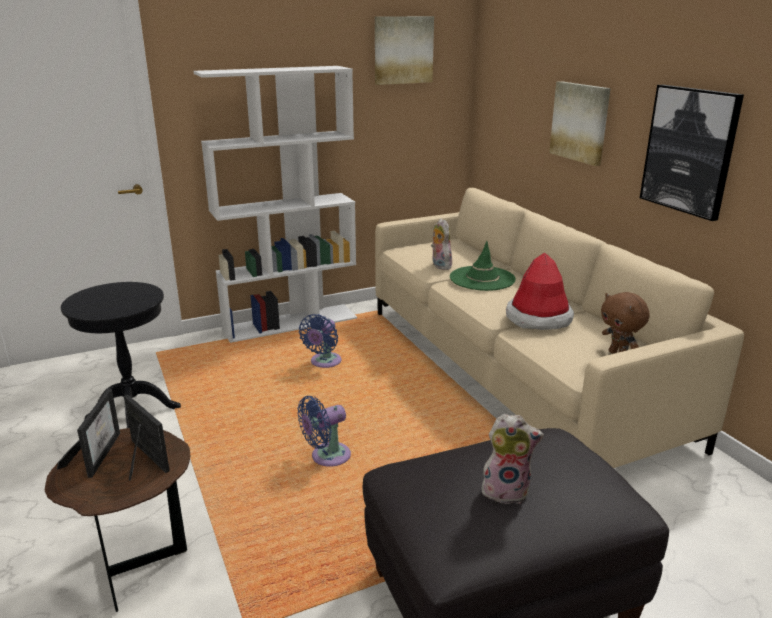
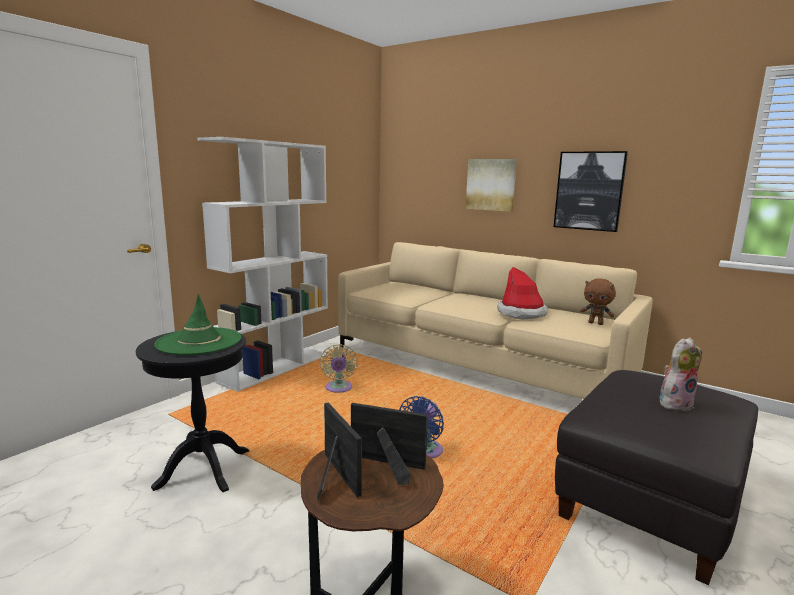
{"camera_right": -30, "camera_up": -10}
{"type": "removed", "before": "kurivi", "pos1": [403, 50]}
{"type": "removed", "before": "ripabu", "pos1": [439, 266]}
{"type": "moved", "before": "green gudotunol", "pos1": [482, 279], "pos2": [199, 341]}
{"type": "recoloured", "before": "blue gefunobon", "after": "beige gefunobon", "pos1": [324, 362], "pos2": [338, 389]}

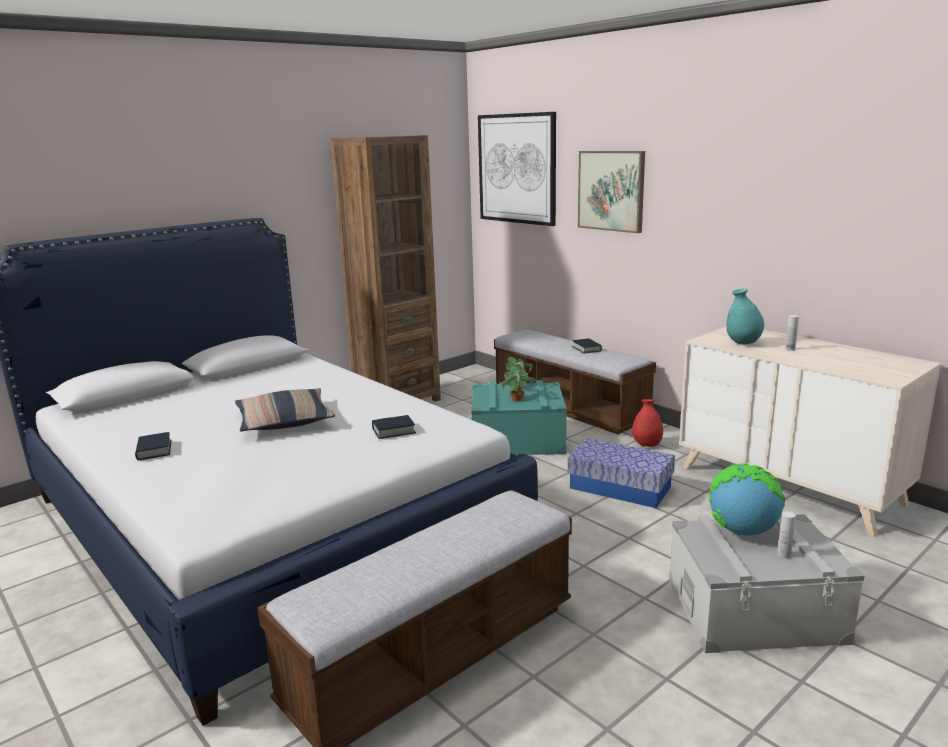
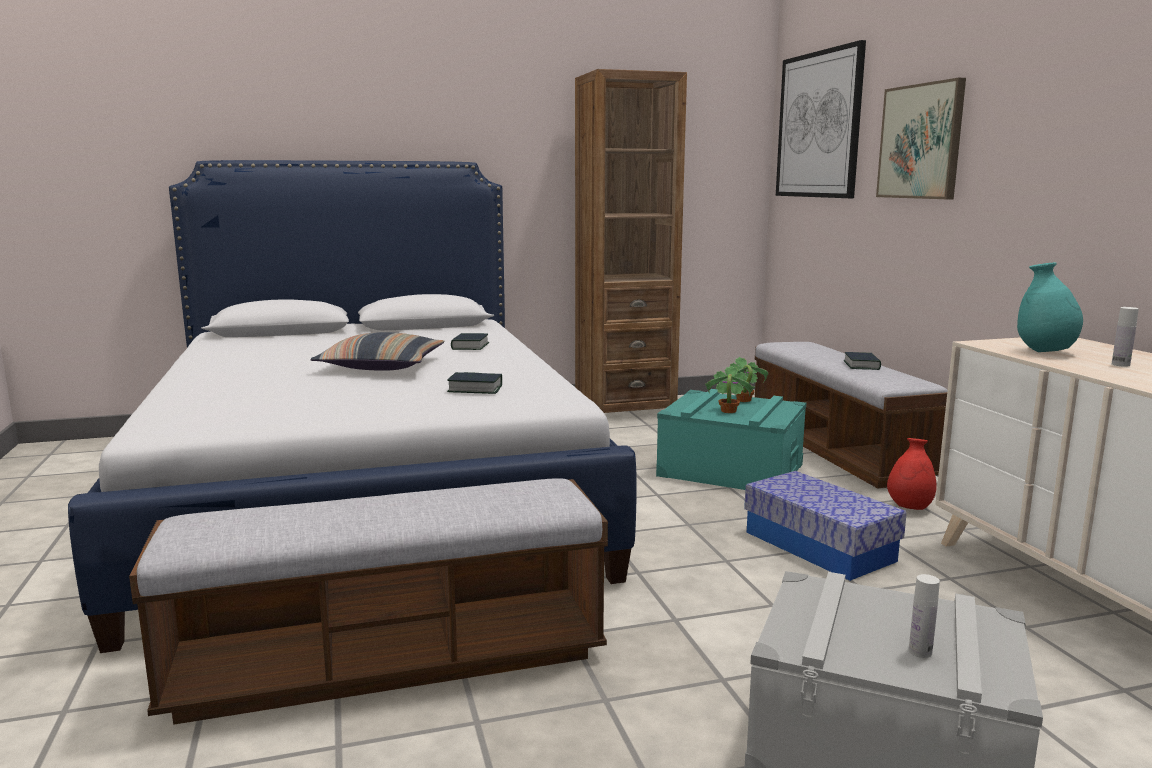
{"camera_right": 25, "camera_up": -5}
{"type": "moved", "before": "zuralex", "pos1": [154, 450], "pos2": [470, 346]}
{"type": "removed", "before": "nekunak", "pos1": [742, 531]}

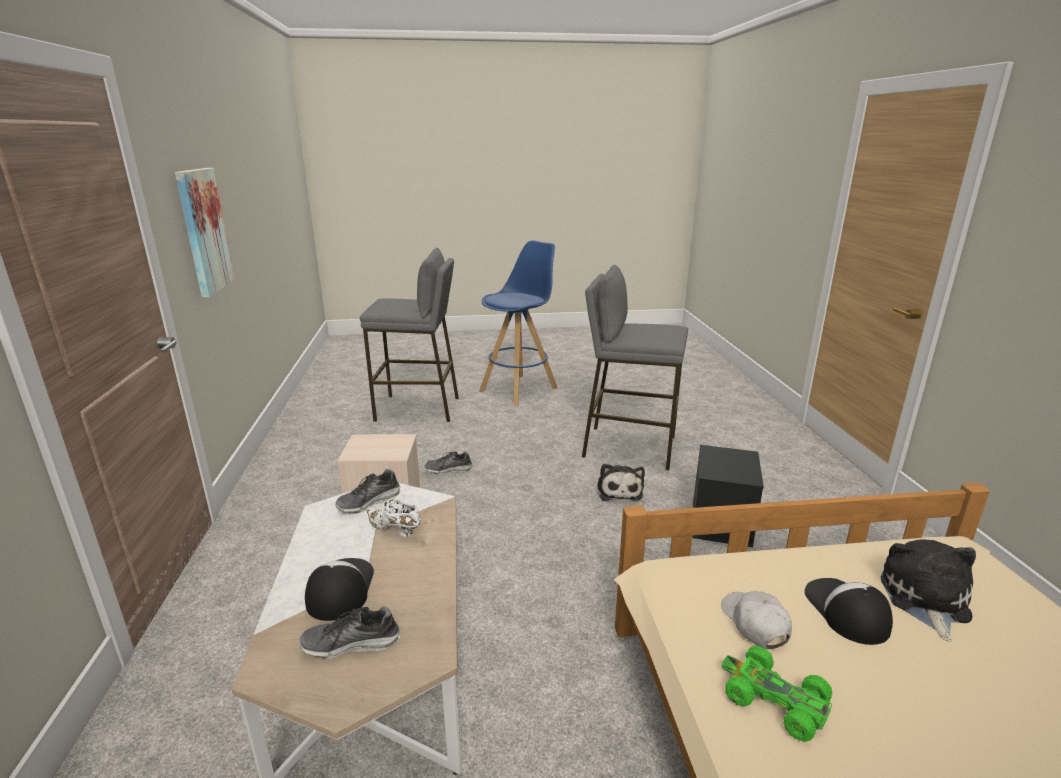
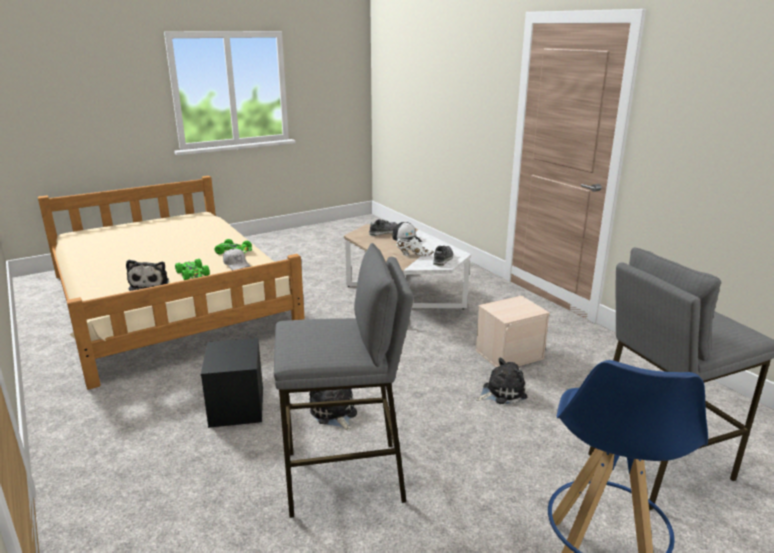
{"camera_right": 155, "camera_up": 0}
{"type": "removed", "before": "kurivi", "pos1": [204, 231]}
{"type": "replaced", "before": "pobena", "after": "ripabu", "pos1": [449, 469], "pos2": [501, 392]}
{"type": "replaced", "before": "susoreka", "after": "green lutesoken", "pos1": [845, 611], "pos2": [193, 274]}

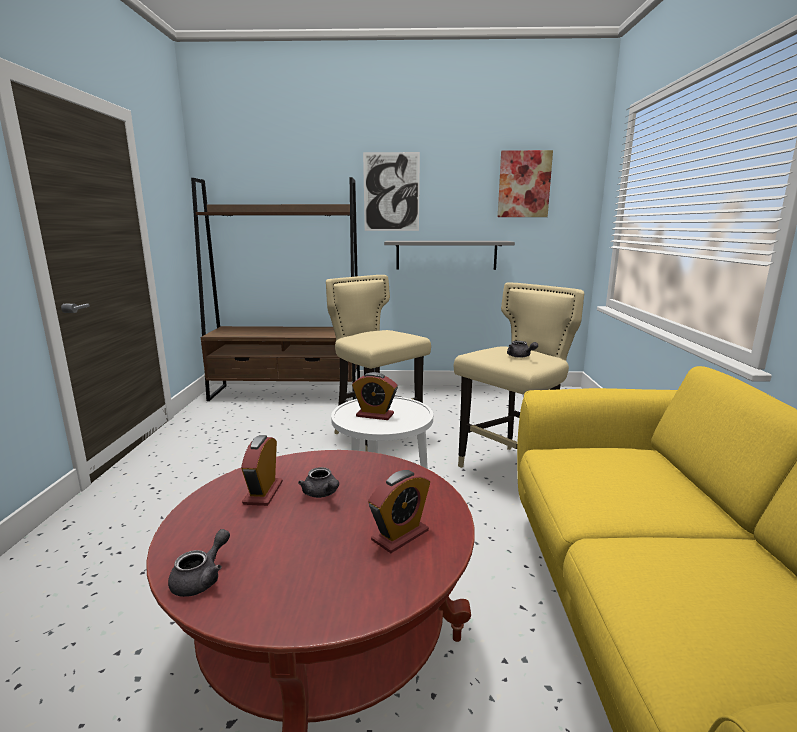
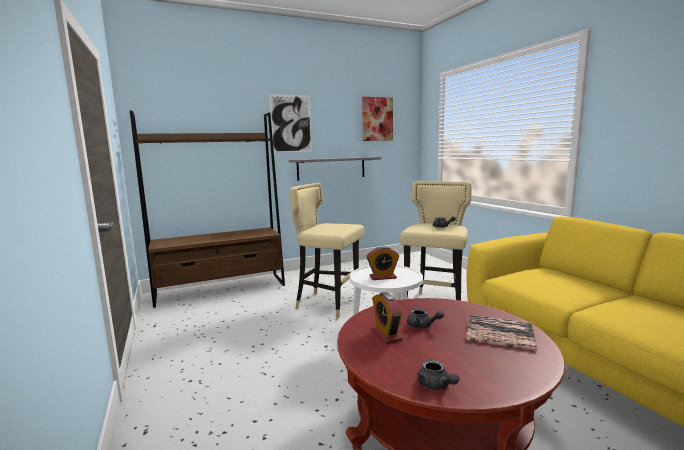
{"camera_right": -25, "camera_up": -5}
{"type": "replaced", "before": "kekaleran", "after": "zuralex", "pos1": [400, 535], "pos2": [499, 333]}
{"type": "turned", "before": "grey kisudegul", "pos1": [202, 578], "pos2": [436, 386], "turn": 150}

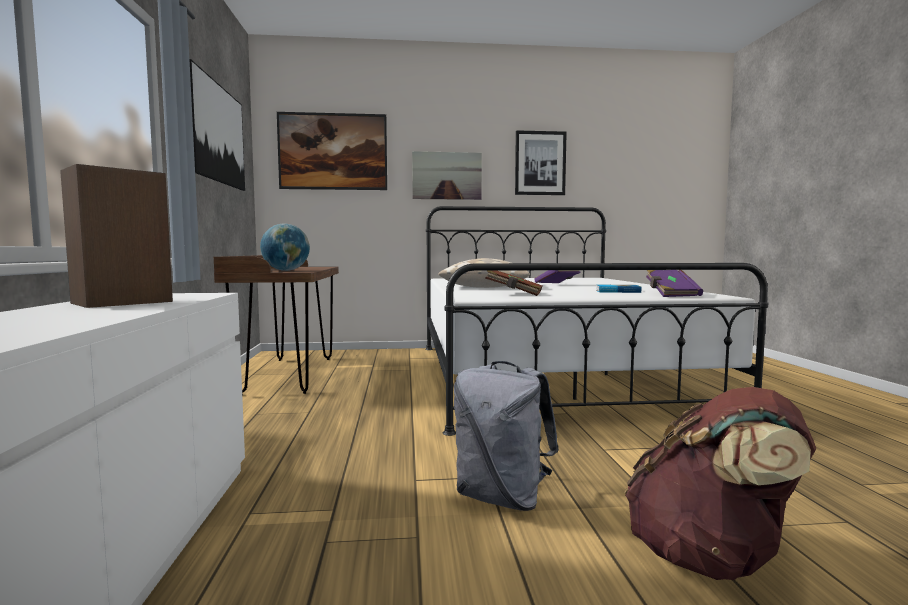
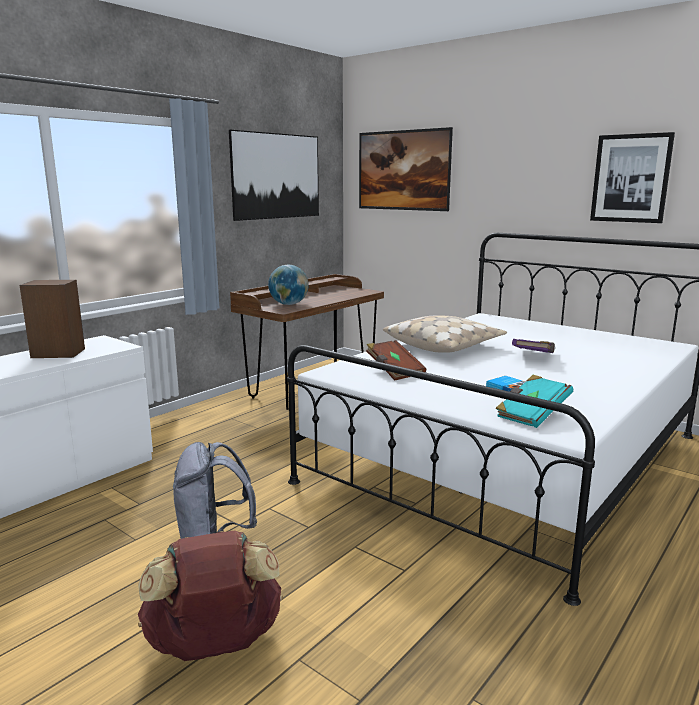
{"camera_right": 45, "camera_up": 10}
{"type": "removed", "before": "kurivi", "pos1": [447, 175]}
{"type": "recoloured", "before": "purple zuralex", "after": "turquoise zuralex", "pos1": [671, 294], "pos2": [531, 414]}

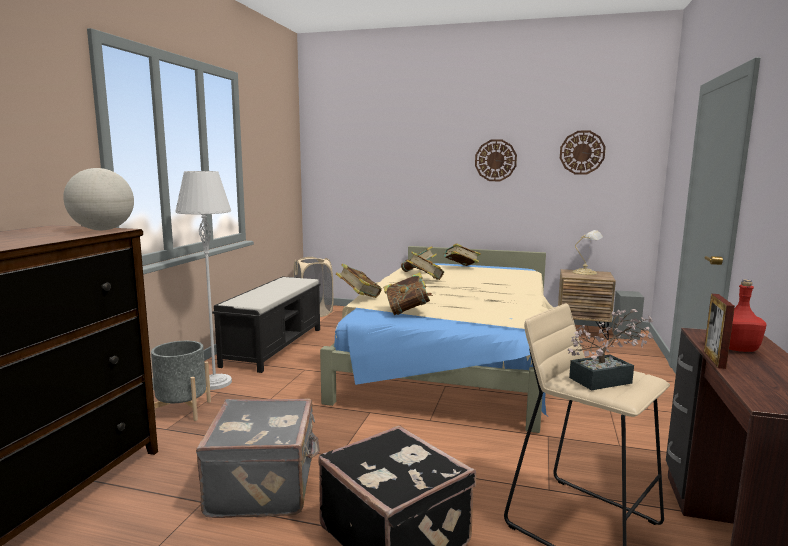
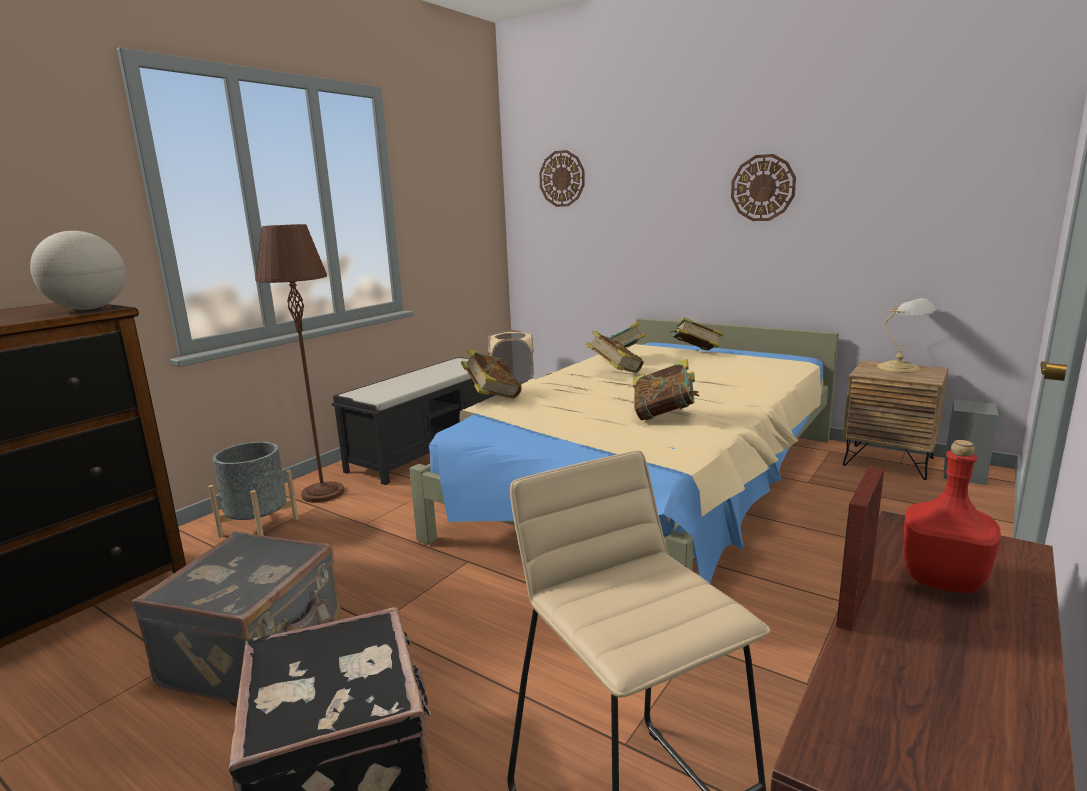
{"camera_right": 20, "camera_up": 5}
{"type": "moved", "before": "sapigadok", "pos1": [582, 152], "pos2": [562, 178]}
{"type": "recoloured", "before": "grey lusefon", "after": "brown lusefon", "pos1": [214, 383], "pos2": [323, 493]}
{"type": "moved", "before": "zuralex", "pos1": [407, 311], "pos2": [664, 416]}
{"type": "removed", "before": "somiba", "pos1": [606, 379]}

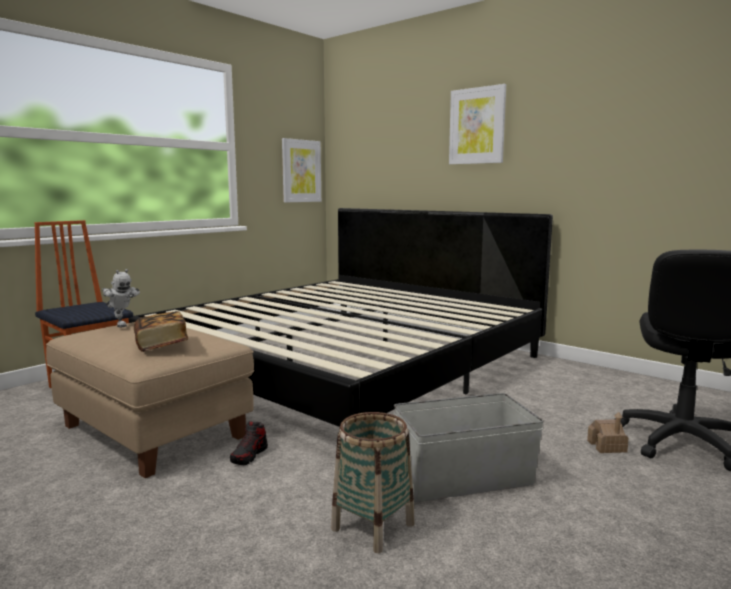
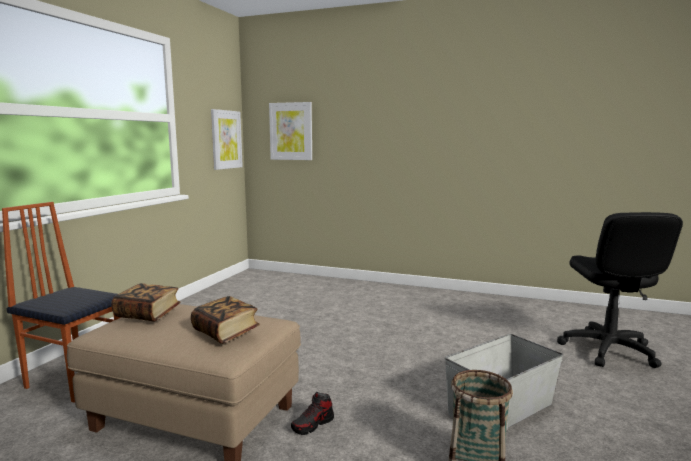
{"camera_right": -20, "camera_up": 0}
{"type": "moved", "before": "kurivi", "pos1": [477, 126], "pos2": [291, 131]}
{"type": "removed", "before": "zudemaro", "pos1": [346, 363]}
{"type": "replaced", "before": "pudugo", "after": "zuralex", "pos1": [121, 325], "pos2": [148, 314]}
{"type": "removed", "before": "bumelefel", "pos1": [607, 446]}
{"type": "turned", "before": "pobena", "pos1": [249, 455], "pos2": [313, 425], "turn": 45}

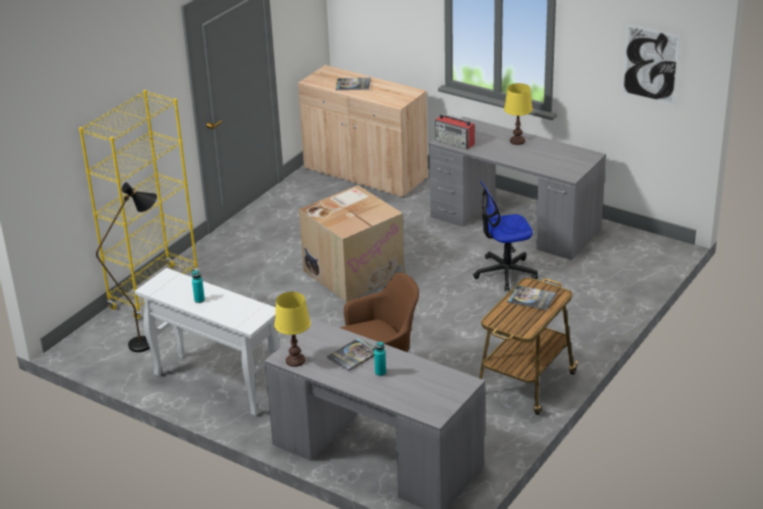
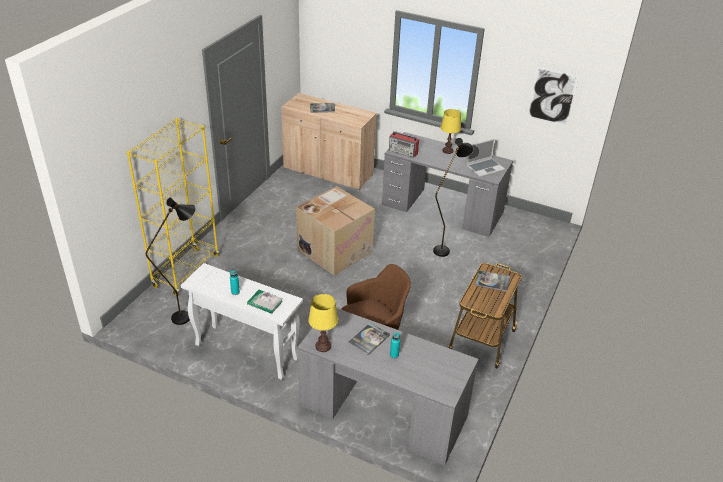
{"camera_right": -10, "camera_up": 5}
{"type": "replaced", "before": "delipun", "after": "black lusefon", "pos1": [505, 273], "pos2": [444, 248]}
{"type": "added", "after": "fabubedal", "pos2": [485, 168]}
{"type": "added", "after": "zuralex", "pos2": [265, 303]}

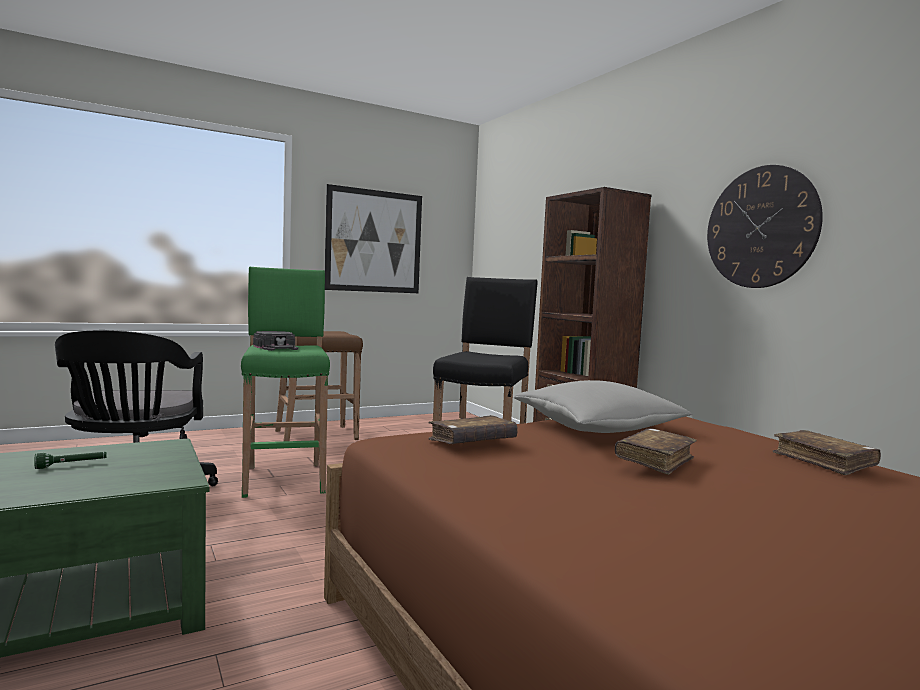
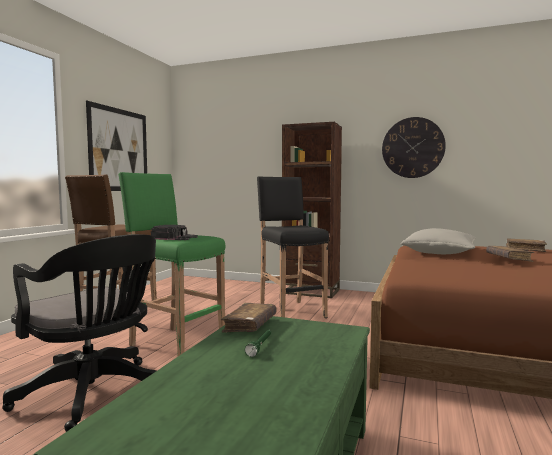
{"camera_right": -40, "camera_up": 0}
{"type": "moved", "before": "brown zuralex", "pos1": [472, 442], "pos2": [250, 325]}

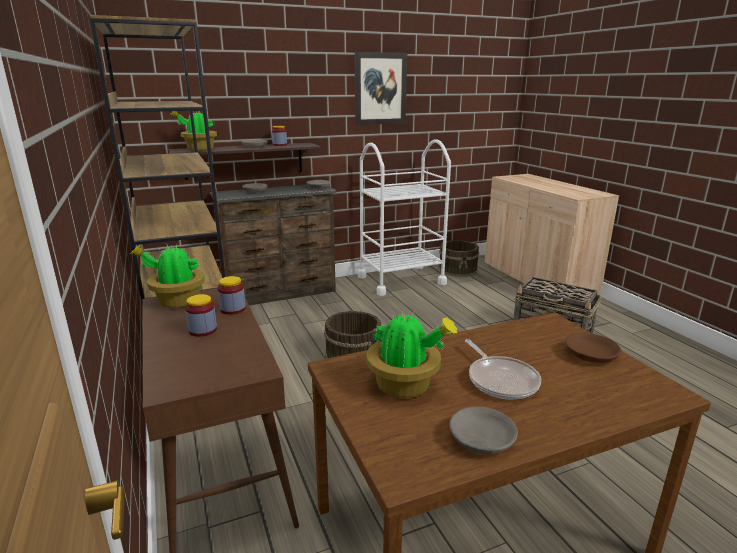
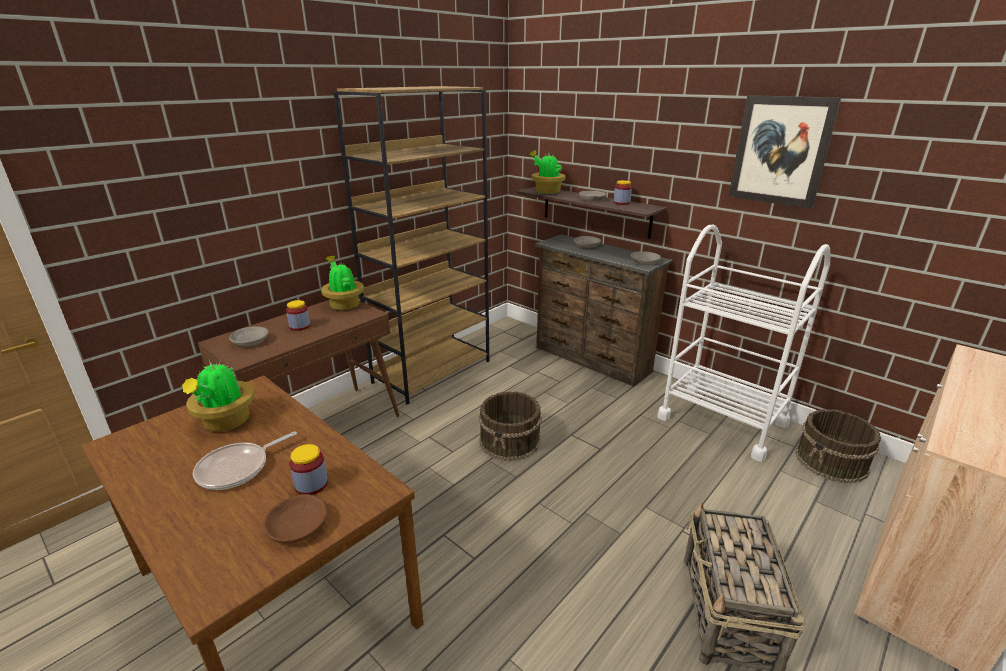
{"camera_right": 65, "camera_up": 5}
{"type": "moved", "before": "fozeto", "pos1": [233, 309], "pos2": [311, 484]}
{"type": "moved", "before": "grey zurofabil", "pos1": [480, 439], "pos2": [250, 341]}

